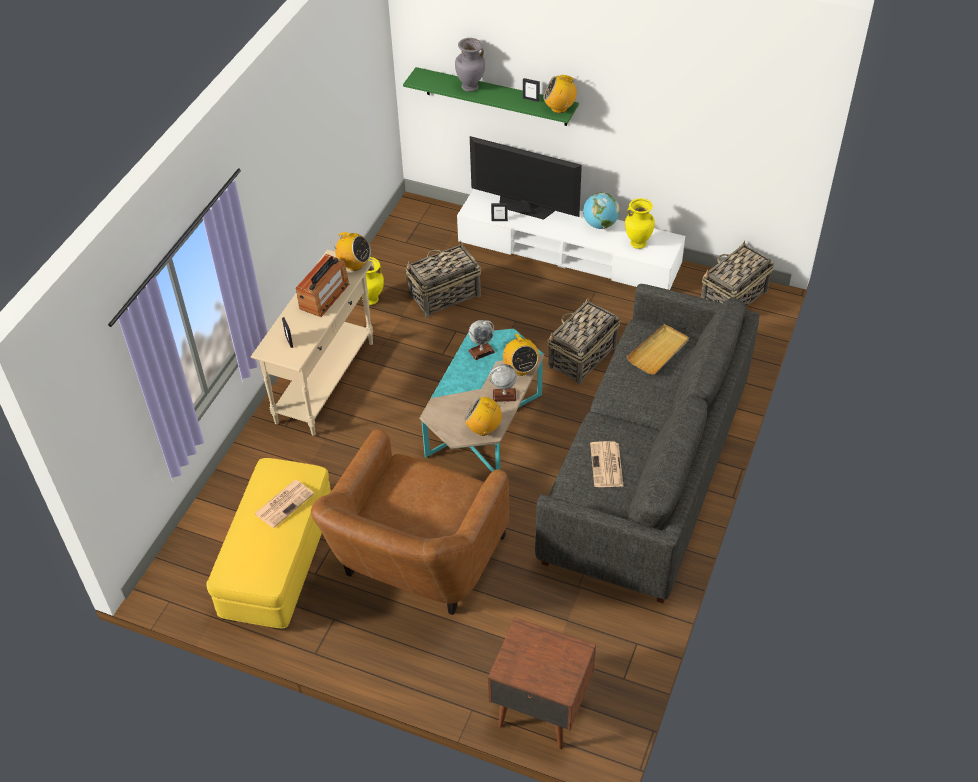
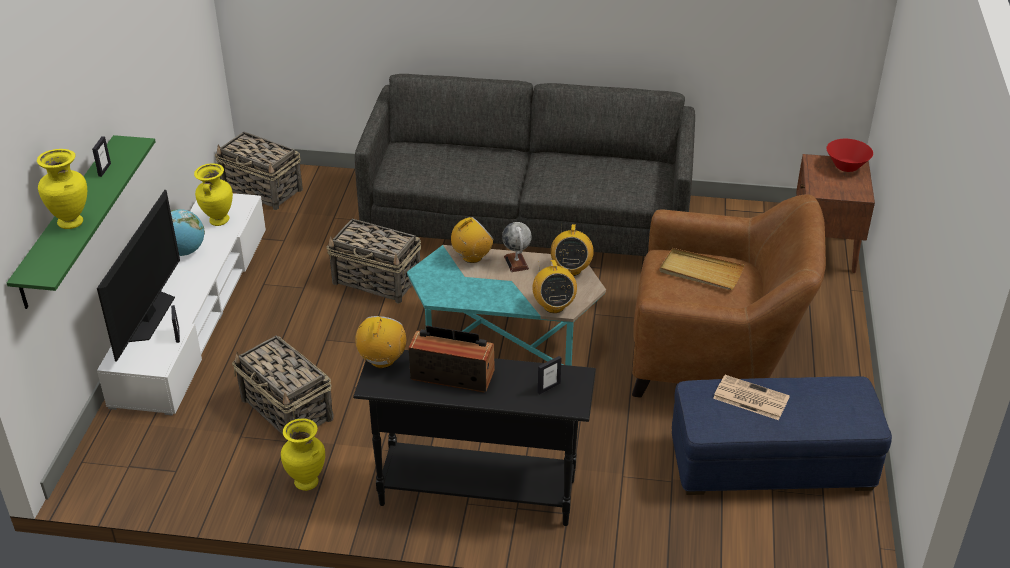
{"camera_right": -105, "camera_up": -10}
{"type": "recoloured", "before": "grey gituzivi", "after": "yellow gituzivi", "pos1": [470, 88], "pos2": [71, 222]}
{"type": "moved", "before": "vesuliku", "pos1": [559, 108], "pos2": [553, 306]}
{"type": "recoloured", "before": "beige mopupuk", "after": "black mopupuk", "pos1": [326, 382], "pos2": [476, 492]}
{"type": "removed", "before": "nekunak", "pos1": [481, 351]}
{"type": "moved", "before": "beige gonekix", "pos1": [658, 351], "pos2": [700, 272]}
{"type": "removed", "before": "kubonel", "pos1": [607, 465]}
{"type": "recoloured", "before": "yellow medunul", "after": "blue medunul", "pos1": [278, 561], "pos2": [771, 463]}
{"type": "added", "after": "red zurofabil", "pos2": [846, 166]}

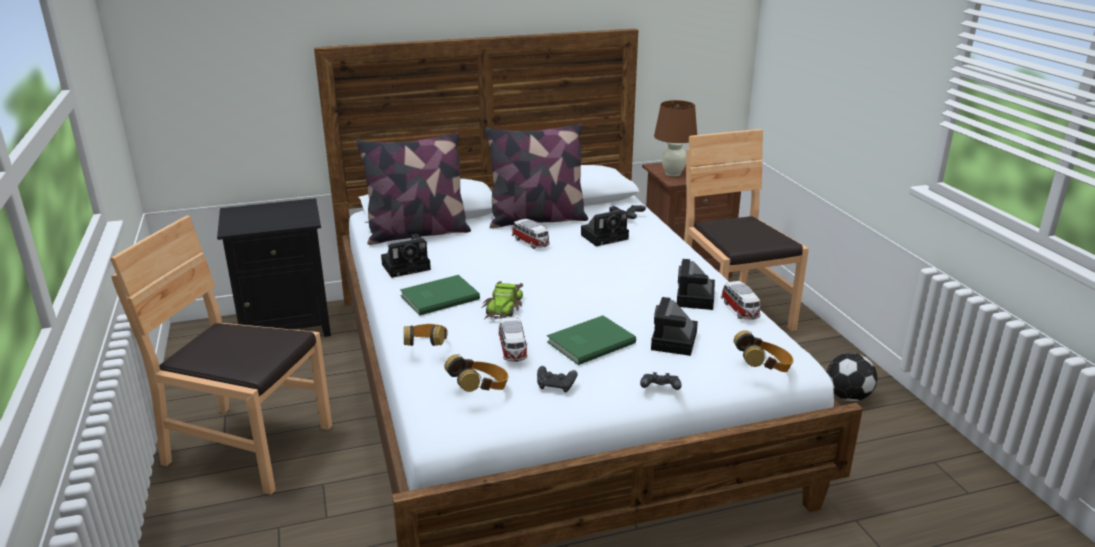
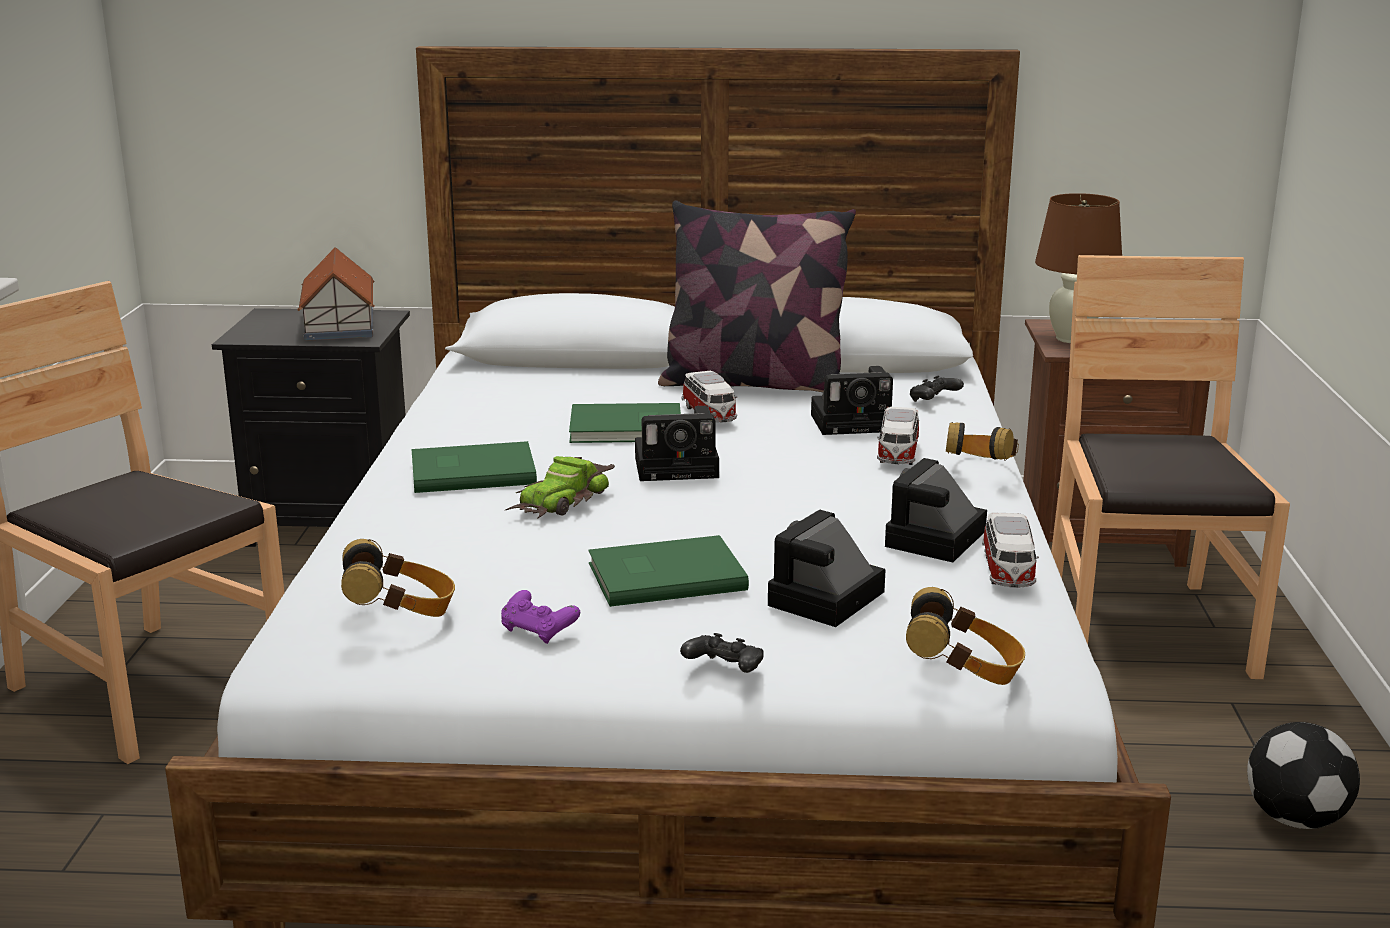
{"camera_right": 20, "camera_up": -5}
{"type": "removed", "before": "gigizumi", "pos1": [417, 233]}
{"type": "moved", "before": "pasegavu", "pos1": [408, 266], "pos2": [680, 467]}
{"type": "moved", "before": "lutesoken", "pos1": [512, 350], "pos2": [898, 455]}
{"type": "moved", "before": "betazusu", "pos1": [426, 348], "pos2": [980, 469]}
{"type": "recoloured", "before": "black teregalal", "after": "purple teregalal", "pos1": [556, 386], "pos2": [538, 631]}
{"type": "added", "after": "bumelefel", "pos2": [339, 325]}
{"type": "added", "after": "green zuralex", "pos2": [627, 429]}

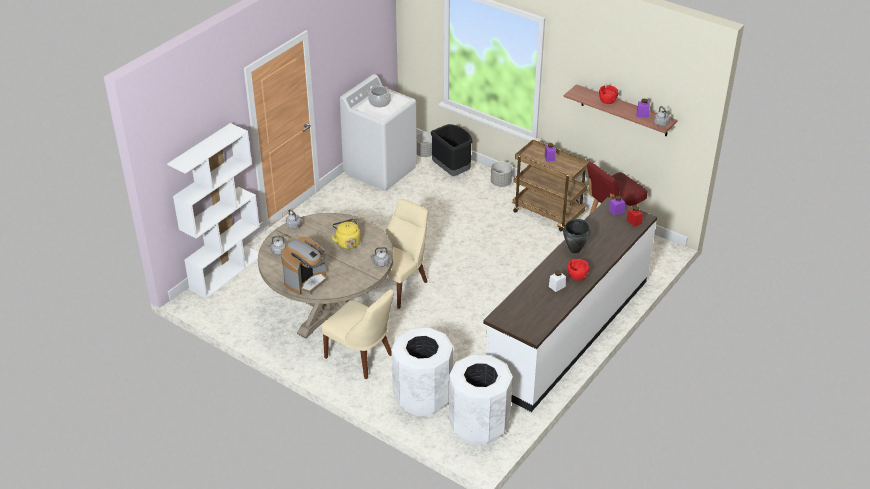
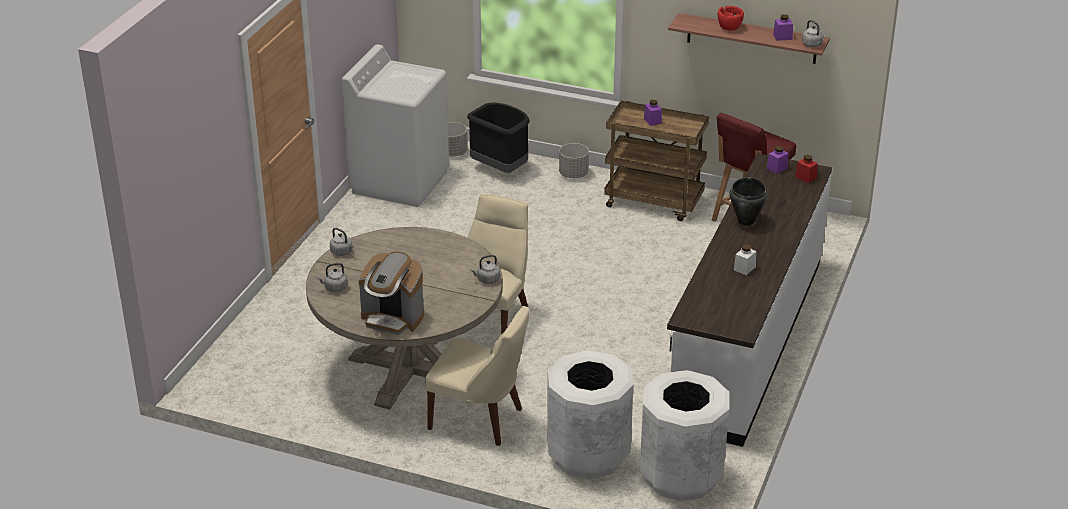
{"camera_right": -15, "camera_up": -5}
{"type": "removed", "before": "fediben", "pos1": [379, 102]}
{"type": "removed", "before": "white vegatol", "pos1": [226, 271]}
{"type": "removed", "before": "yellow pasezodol", "pos1": [347, 242]}
{"type": "turned", "before": "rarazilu", "pos1": [306, 281], "pos2": [393, 318], "turn": 90}
{"type": "removed", "before": "red zurofabil", "pos1": [577, 276]}

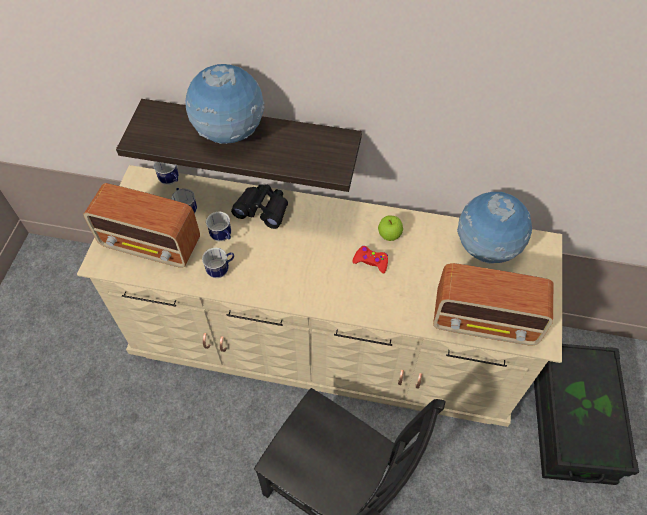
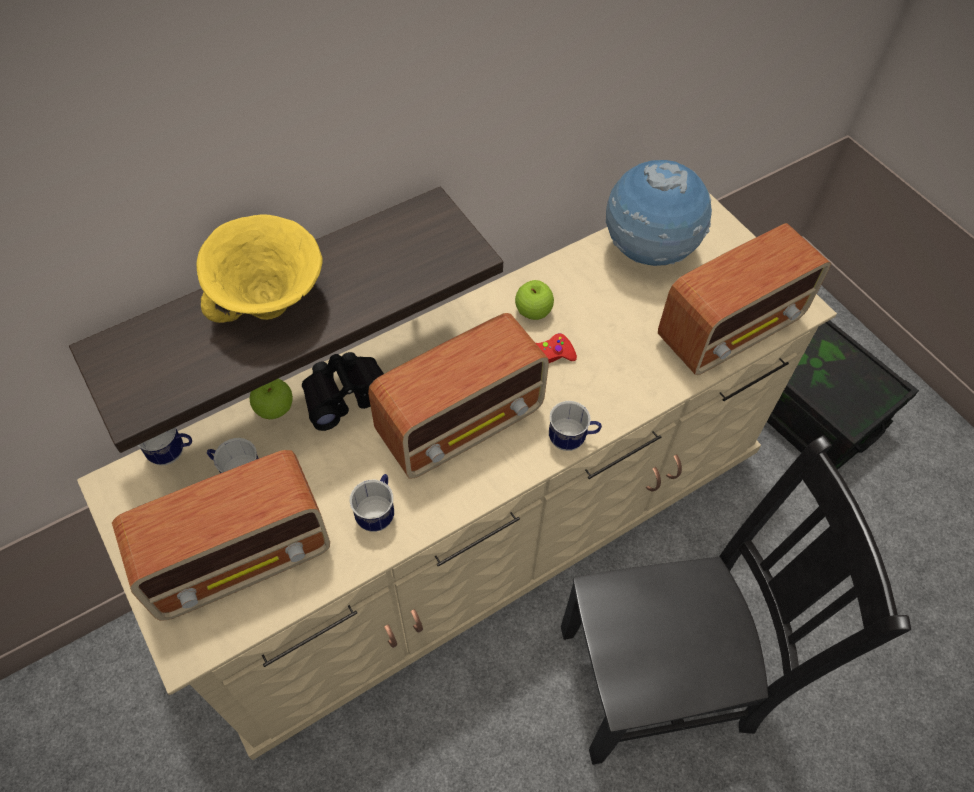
{"camera_right": -45, "camera_up": 0}
{"type": "replaced", "before": "nekunak", "after": "yellow zurofabil", "pos1": [230, 134], "pos2": [272, 304]}
{"type": "moved", "before": "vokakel", "pos1": [223, 237], "pos2": [572, 439]}
{"type": "added", "after": "vesuliku", "pos2": [462, 423]}
{"type": "added", "after": "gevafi", "pos2": [275, 409]}

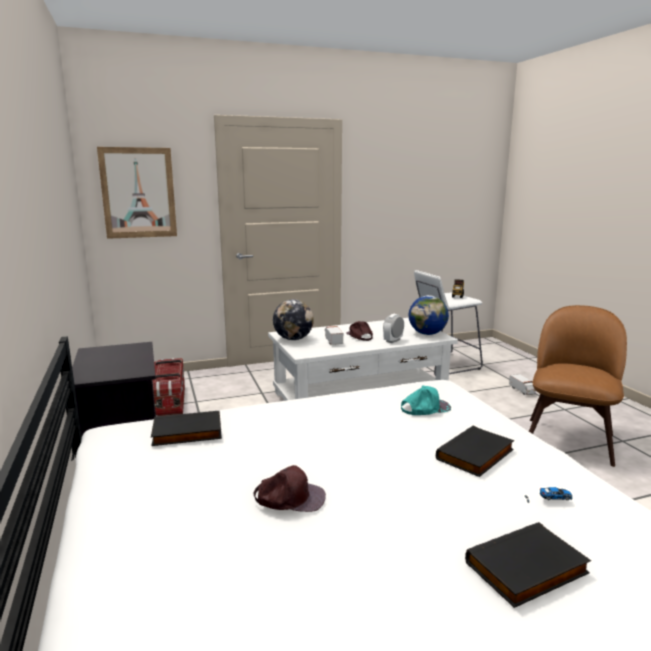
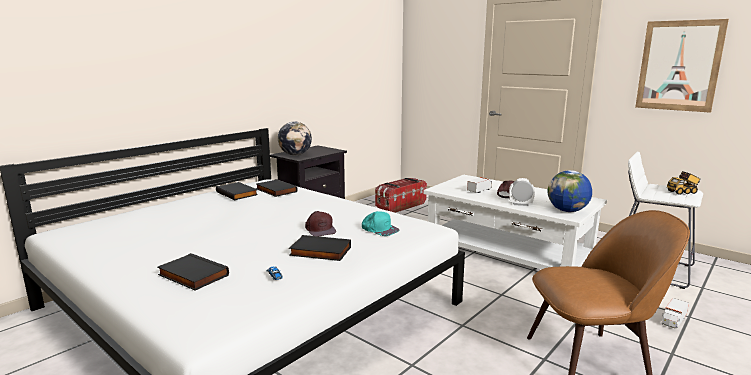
{"camera_right": 60, "camera_up": 0}
{"type": "moved", "before": "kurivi", "pos1": [138, 193], "pos2": [679, 66]}
{"type": "moved", "before": "nekunak", "pos1": [293, 339], "pos2": [295, 155]}
{"type": "moved", "before": "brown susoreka", "pos1": [290, 497], "pos2": [320, 229]}
{"type": "added", "after": "black zuralex", "pos2": [238, 193]}

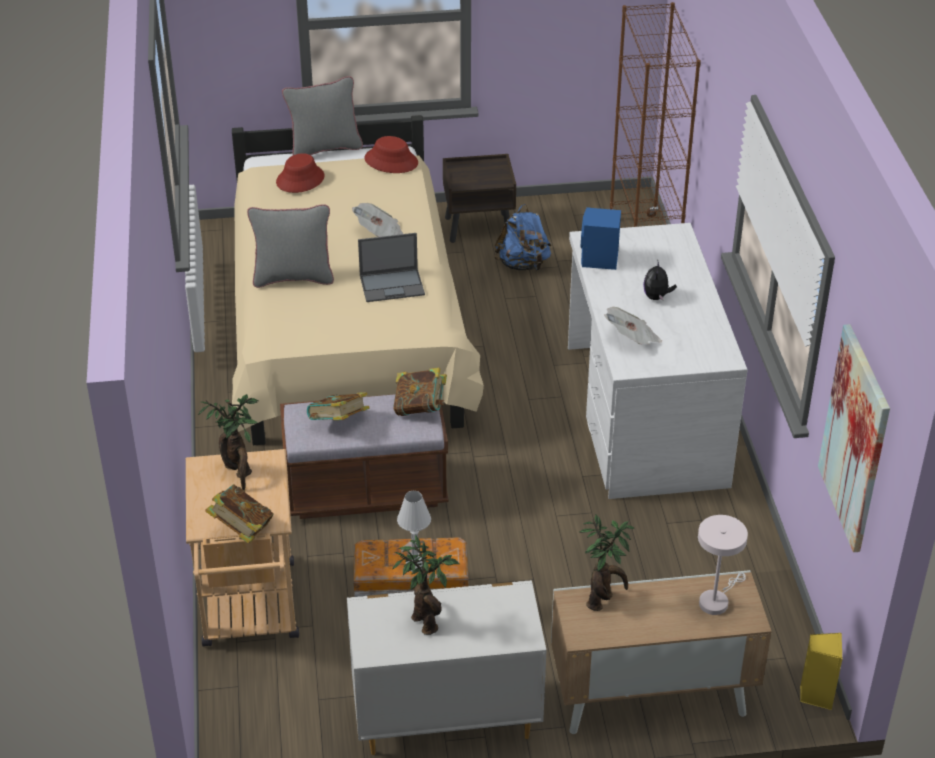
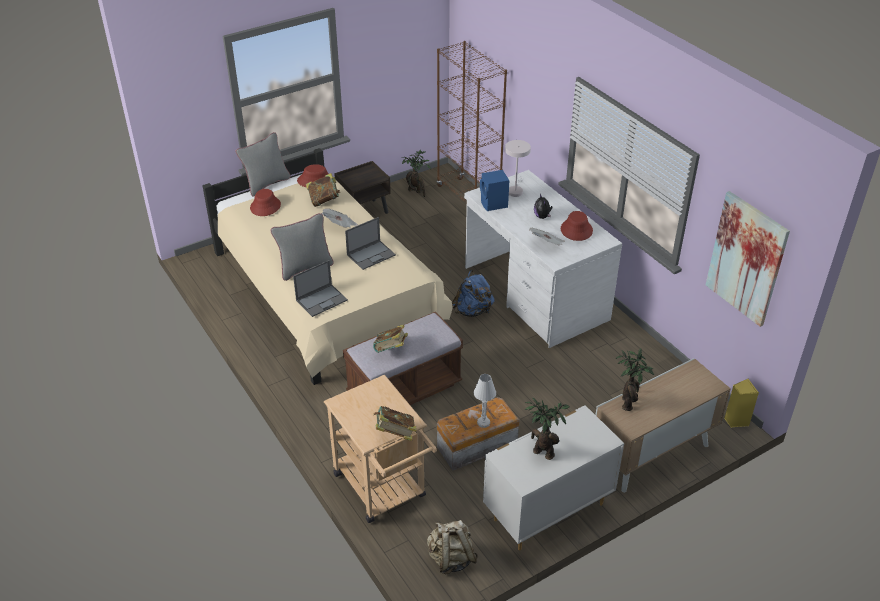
{"camera_right": -25, "camera_up": 0}
{"type": "moved", "before": "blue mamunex", "pos1": [523, 264], "pos2": [473, 311]}
{"type": "moved", "before": "zuralex", "pos1": [420, 408], "pos2": [324, 200]}
{"type": "moved", "before": "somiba", "pos1": [239, 473], "pos2": [416, 191]}
{"type": "moved", "before": "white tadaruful", "pos1": [716, 600], "pos2": [515, 191]}
{"type": "added", "after": "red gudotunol", "pos2": [576, 230]}
{"type": "added", "after": "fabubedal", "pos2": [322, 300]}
{"type": "added", "after": "beige mamunex", "pos2": [451, 558]}

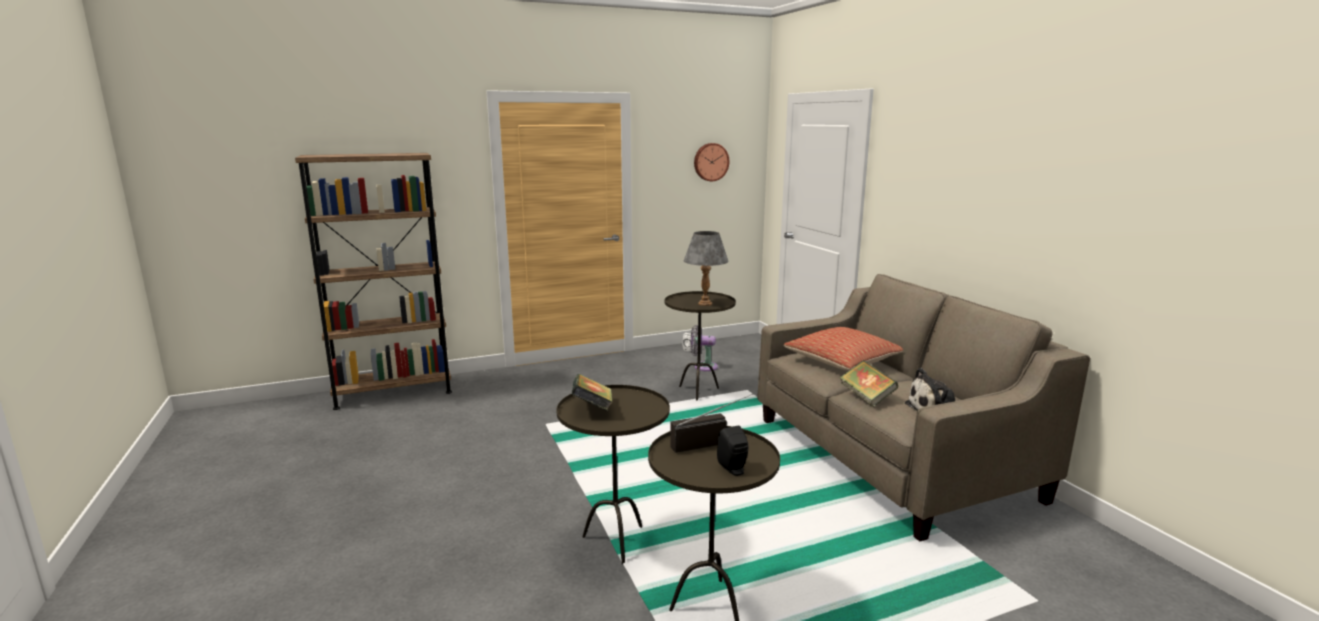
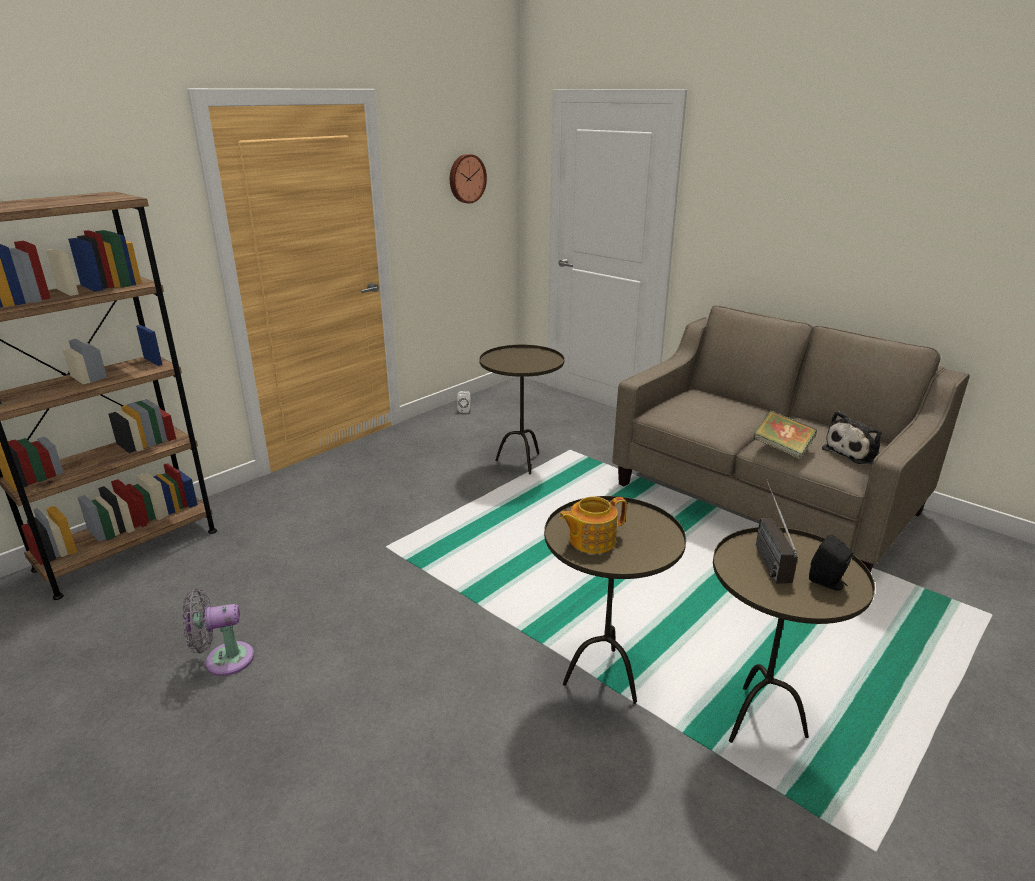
{"camera_right": -25, "camera_up": 10}
{"type": "removed", "before": "grey tadaruful", "pos1": [705, 303]}
{"type": "moved", "before": "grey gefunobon", "pos1": [703, 366], "pos2": [224, 660]}
{"type": "removed", "before": "gigizumi", "pos1": [841, 361]}
{"type": "replaced", "before": "zuralex", "after": "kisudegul", "pos1": [592, 409], "pos2": [591, 540]}
{"type": "turned", "before": "vesuliku", "pos1": [711, 442], "pos2": [765, 553], "turn": -45}

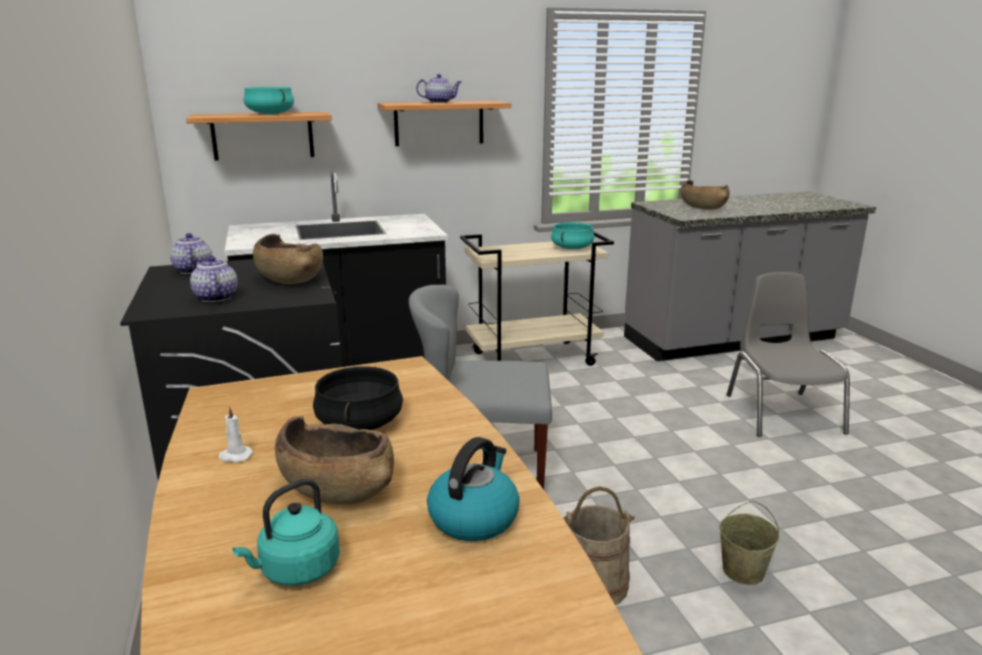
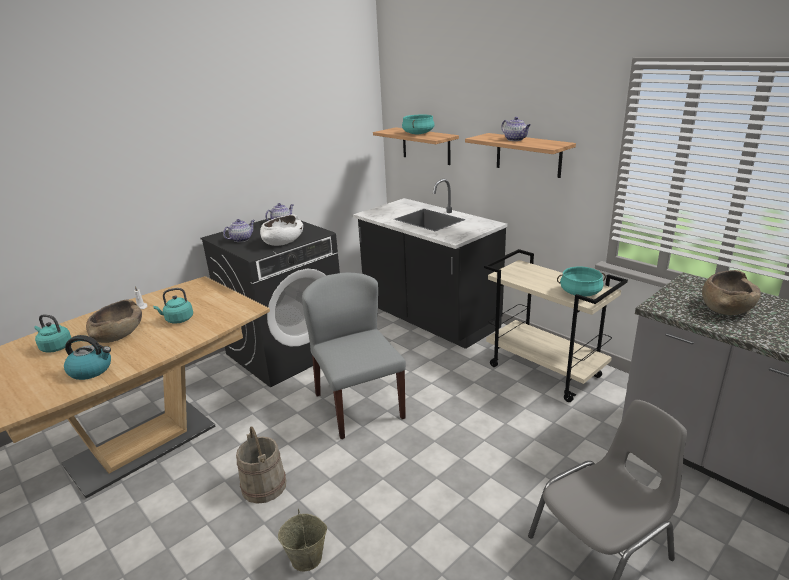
{"camera_right": 65, "camera_up": 5}
{"type": "recoloured", "before": "brown zurofabil", "after": "white zurofabil", "pos1": [289, 278], "pos2": [283, 241]}
{"type": "replaced", "before": "black fediben", "after": "turquoise pasezodol", "pos1": [360, 423], "pos2": [178, 320]}

